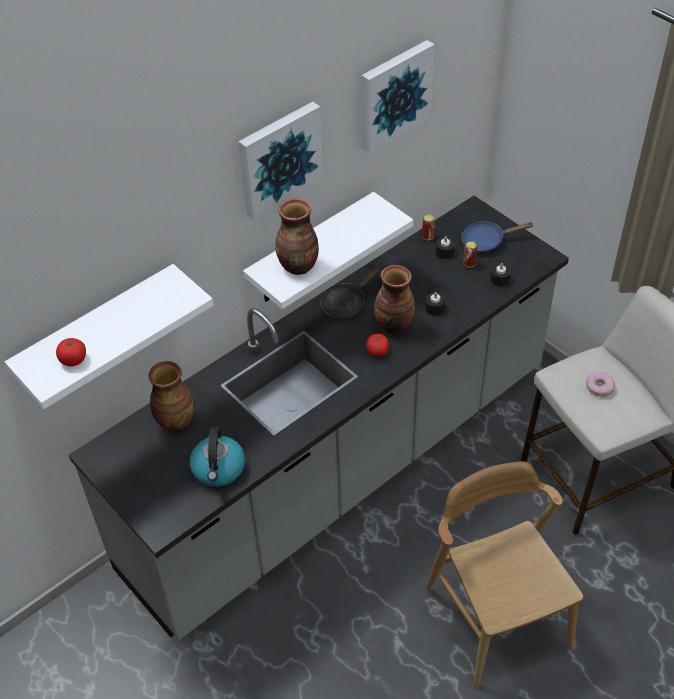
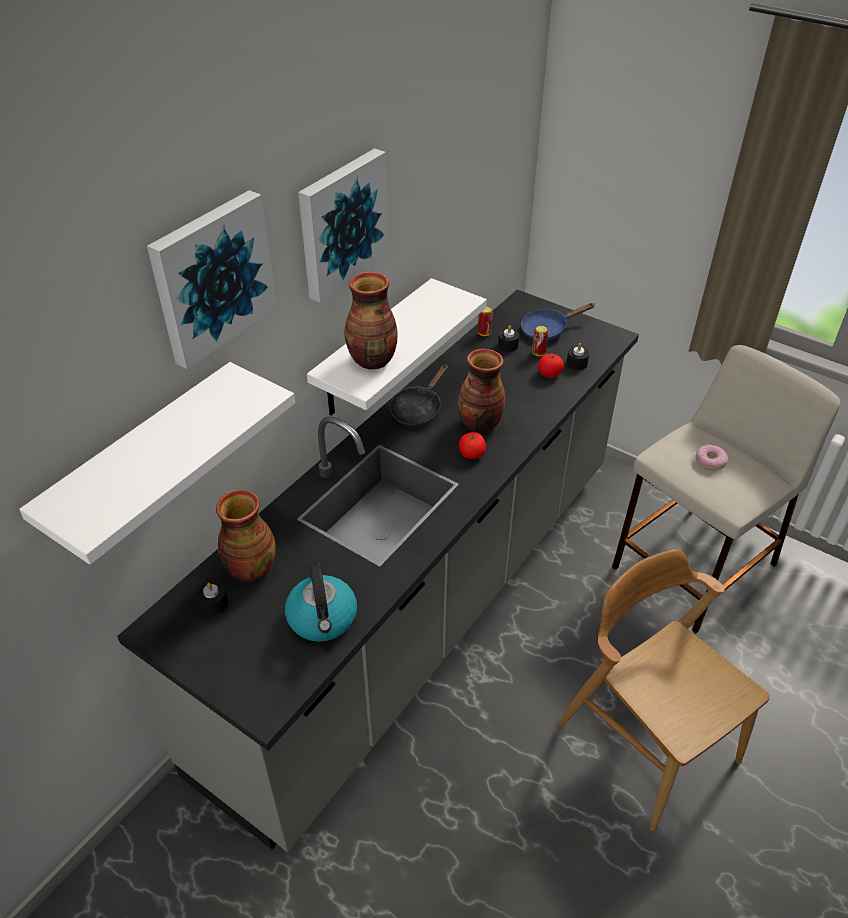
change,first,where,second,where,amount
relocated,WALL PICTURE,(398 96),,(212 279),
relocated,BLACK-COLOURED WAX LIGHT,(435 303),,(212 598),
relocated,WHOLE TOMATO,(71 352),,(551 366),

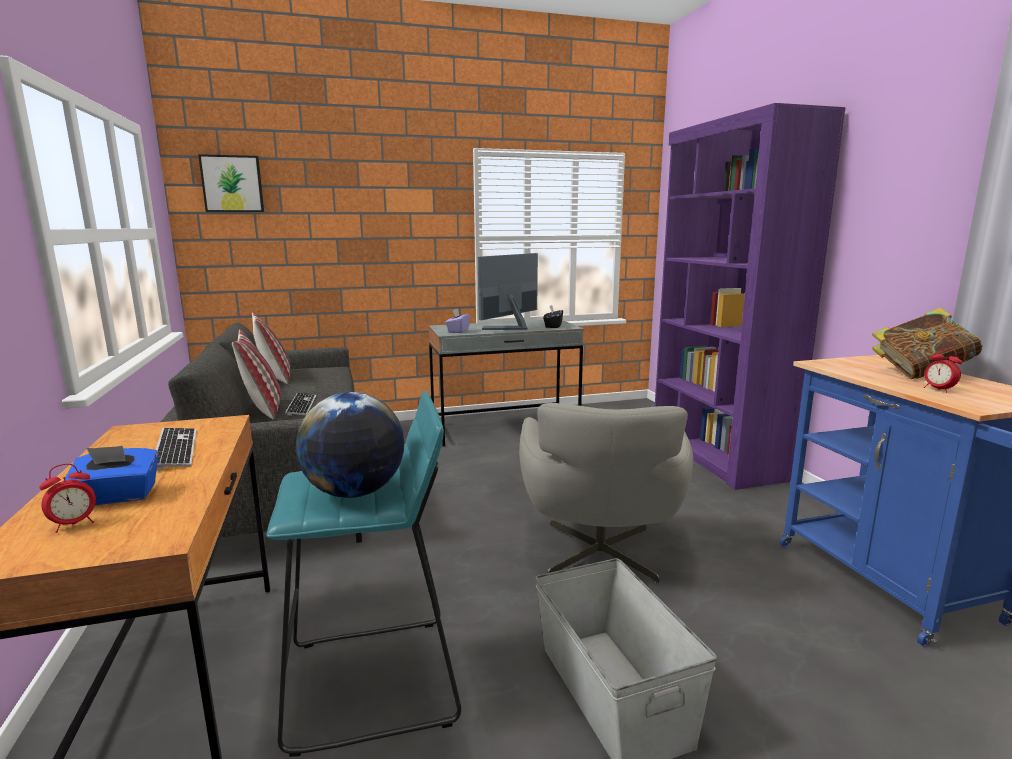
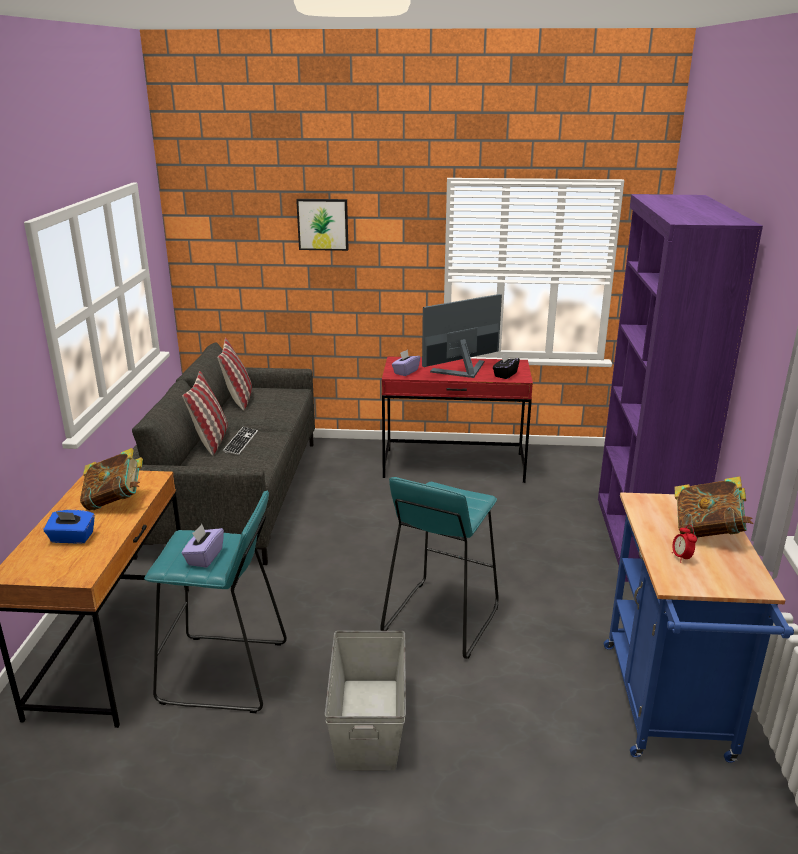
change,first,where,second,where,amount
relocated,WALL PICTURE,(231 183),,(322 225),
colour,GREY DESK,(506 383),REDDISH DESK,(457 419),
exchanged,WORLD GLOBE,(350 445),PURPLE BOX OF TISSUES,(203 546),
exchanged,GREY EASY CHAIR,(606 493),BLUE-GREEN STOOL SEAT,(439 568),
exchanged,COMPUTER KEYBOARD,(176 449),BOUND BOOK,(111 479),
missing,BEDSIDE CLOCK,(68 498),,,

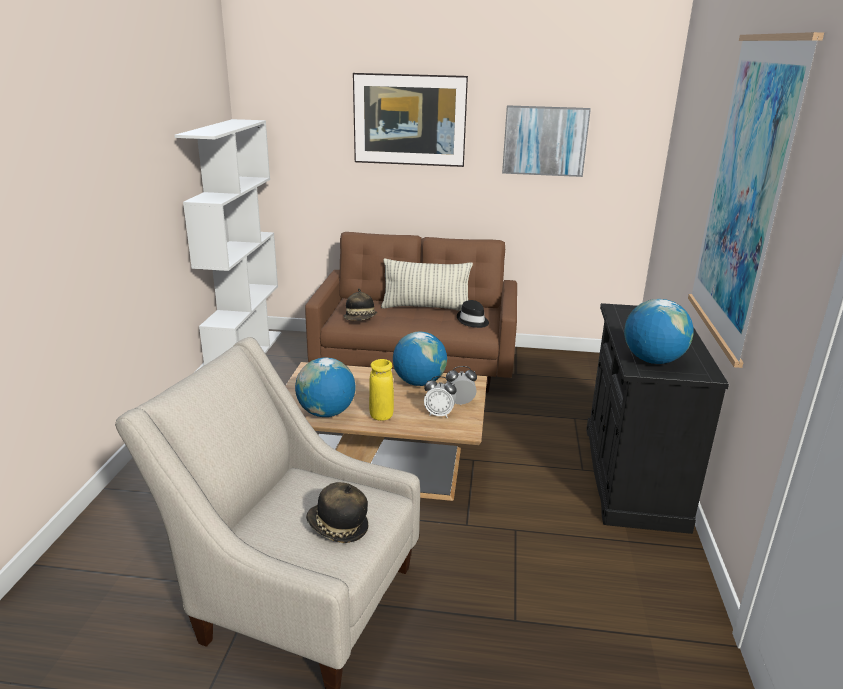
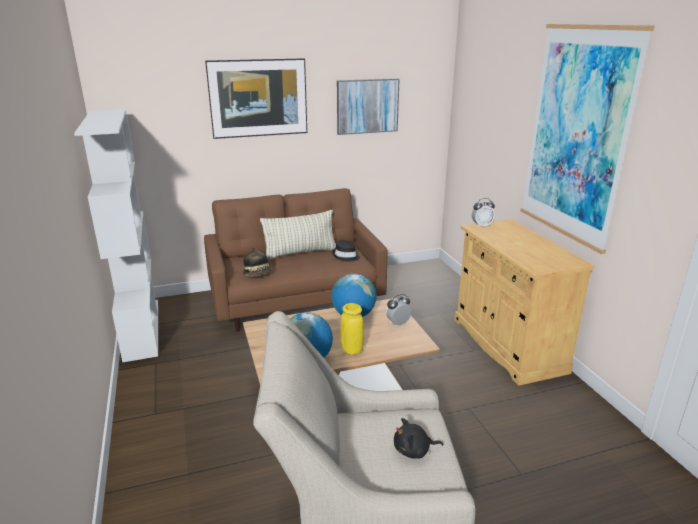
change,first,where,second,where,amount
missing,WORLD GLOBE,(659 331),,,
colour,BLACK-COLOURED STORAGE CABINET,(657 418),SAND-COLOURED STORAGE CABINET,(524 302),
relocated,BEDSIDE CLOCK,(440 397),,(483 212),
exchanged,WEARABLE HAT,(337 512),BLACK-COLOURED PLUSH TOY,(418 438),

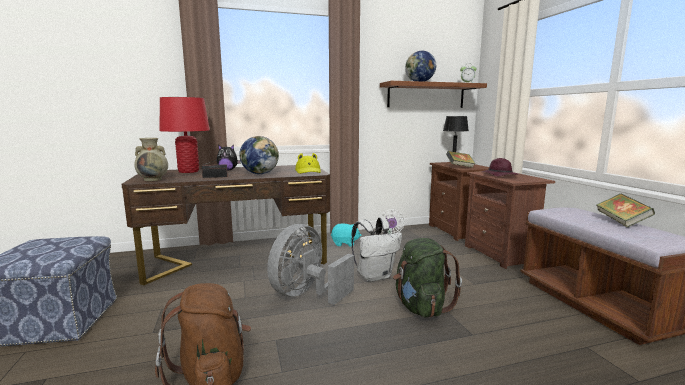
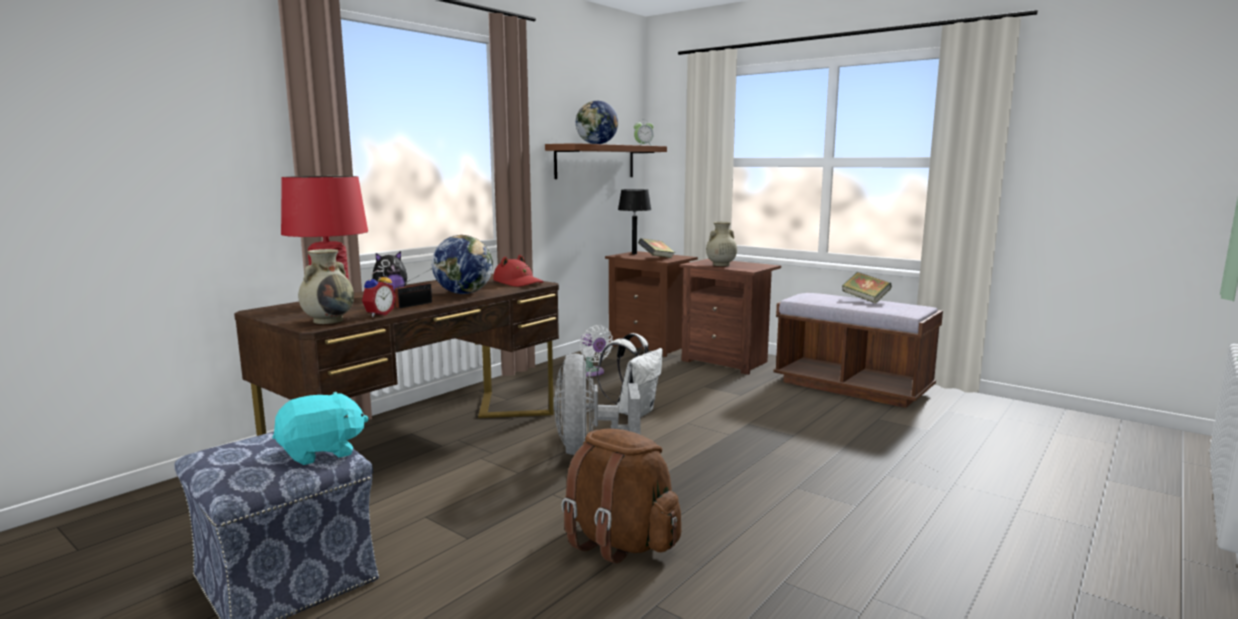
change,first,where,second,where,amount
colour,YELLOWISH WEARABLE HAT,(308 163),REDDISH WEARABLE HAT,(518 271),
exchanged,PURPLE WEARABLE HAT,(499 167),SAND-COLOURED VASE,(721 244),
relocated,BLUE-GREEN PLUSH TOY,(346 235),,(321 428),
missing,GREENISH KNAPSACK,(427 277),,,
appeared,,,BEDSIDE CLOCK,(379 293),

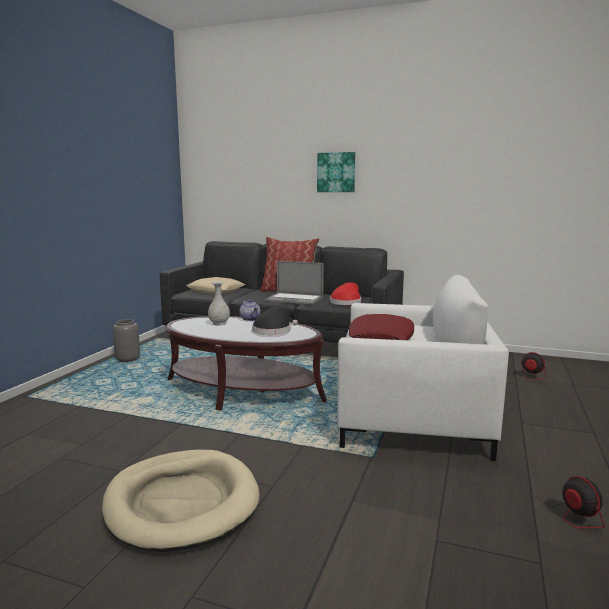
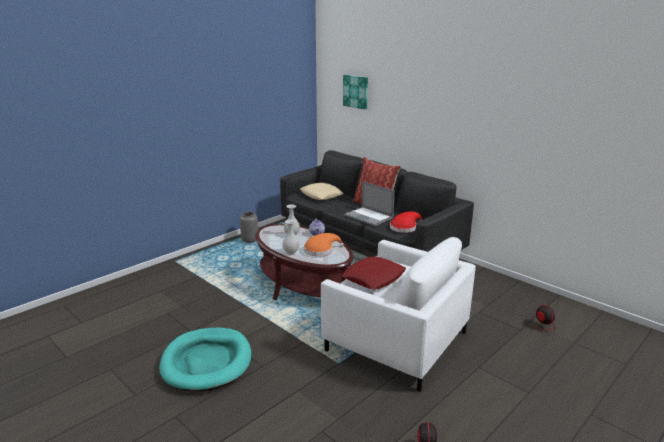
change,first,where,second,where,amount
relocated,WALL PICTURE,(336 172),,(355 92),
colour,BLACK-COLOURED WEARABLE HAT,(275 320),ORANGE-COLOURED WEARABLE HAT,(324 244),
colour,SAND-COLOURED DOG CUSHION,(181 501),BLUE-GREEN DOG CUSHION,(205 360),
appeared,,,WHITISH VASE,(291 237),

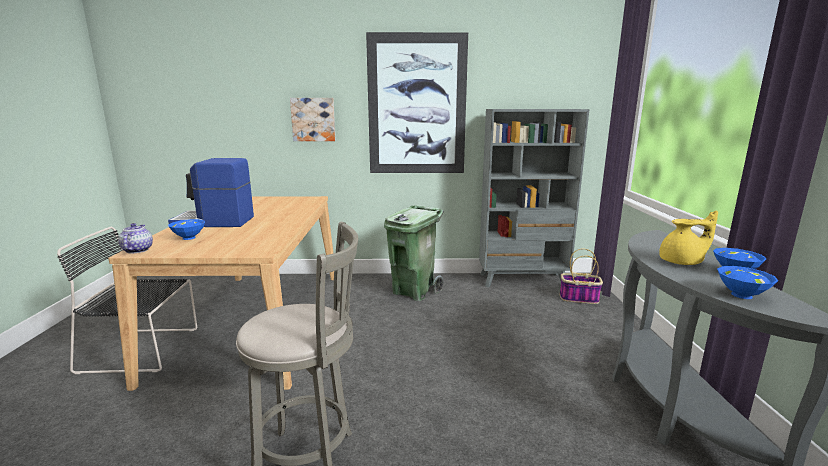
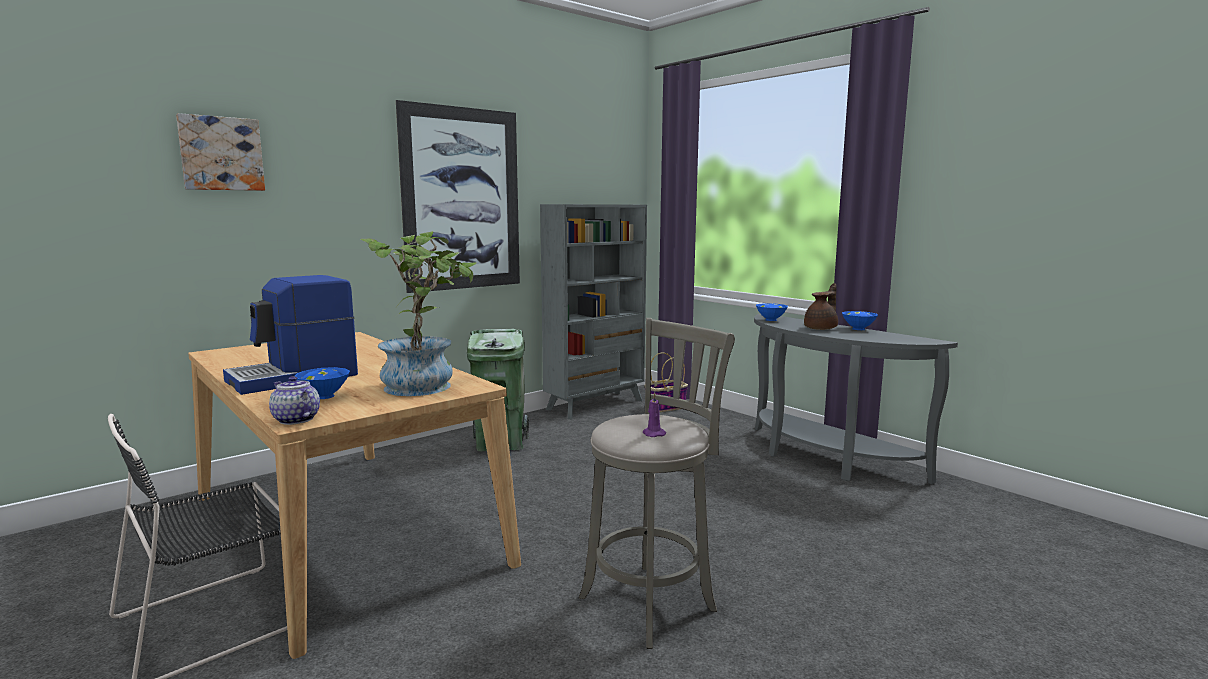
change,first,where,second,where,amount
relocated,WALL PICTURE,(313 119),,(220 152),
colour,YELLOWISH POT FOR TEA,(688 238),BROWN-COLOURED POT FOR TEA,(821 306),
relocated,BLUE DEEP DISH,(747 282),,(772 312),
appeared,,,POTTED PLANT,(418 313),
appeared,,,PURPLE WAX LIGHT,(654 414),

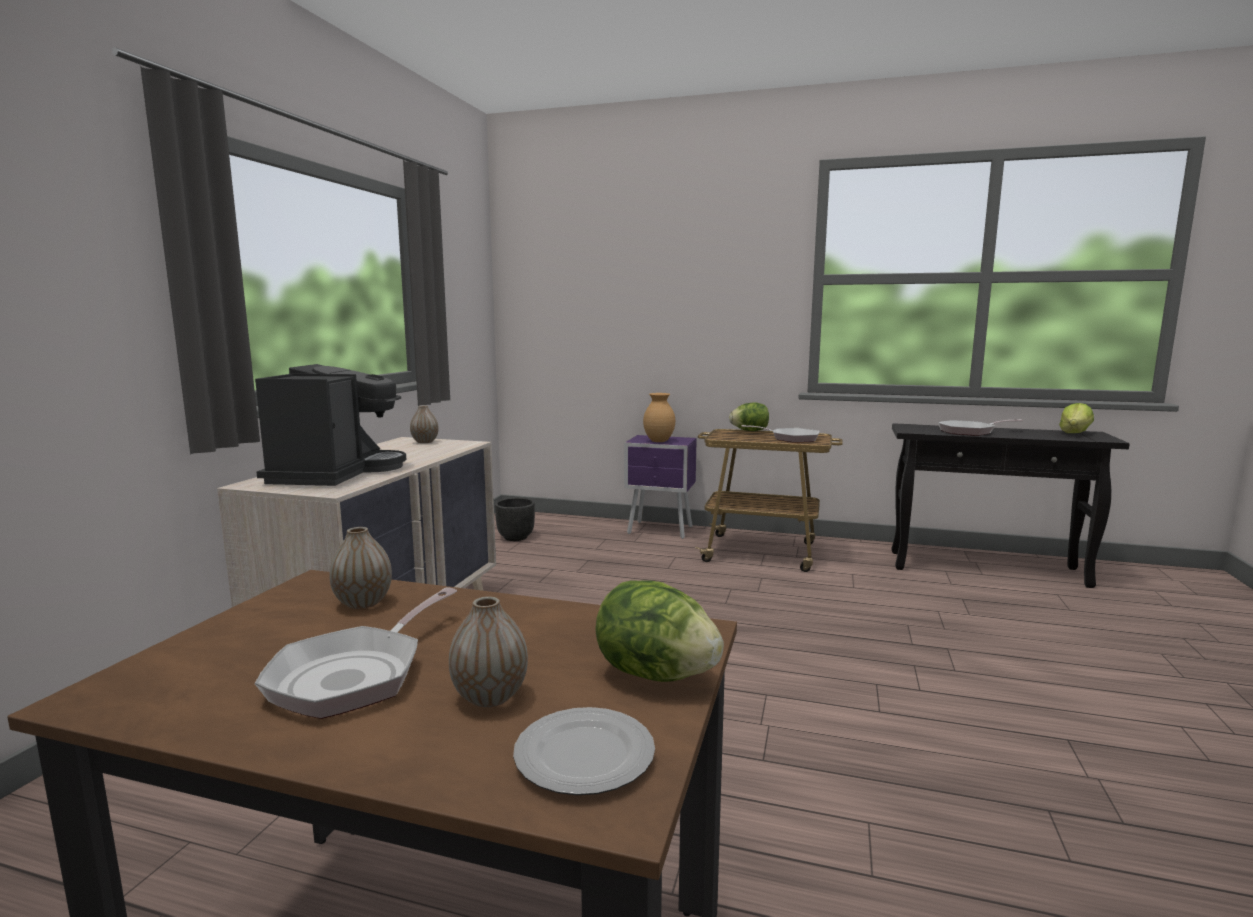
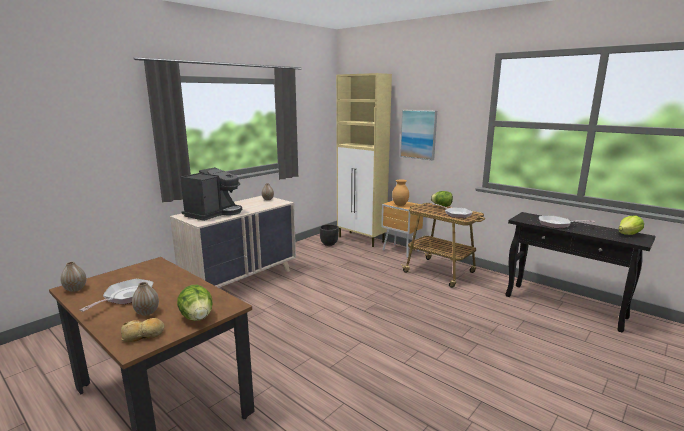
change,first,where,second,where,amount
colour,PURPLE BEDSIDE TABLE,(660 487),BROWN-COLOURED BEDSIDE TABLE,(402 229),
relocated,VASE,(360 568),,(73 277),
spun,SKILLET,(356 653),,(116 295),150 degrees clockwise
exchanged,DINNER PLATE,(584 751),BREAD,(142 330),
appeared,,,SAND-COLOURED STORAGE CABINET,(364 160),
appeared,,,WALL PICTURE,(418 135),

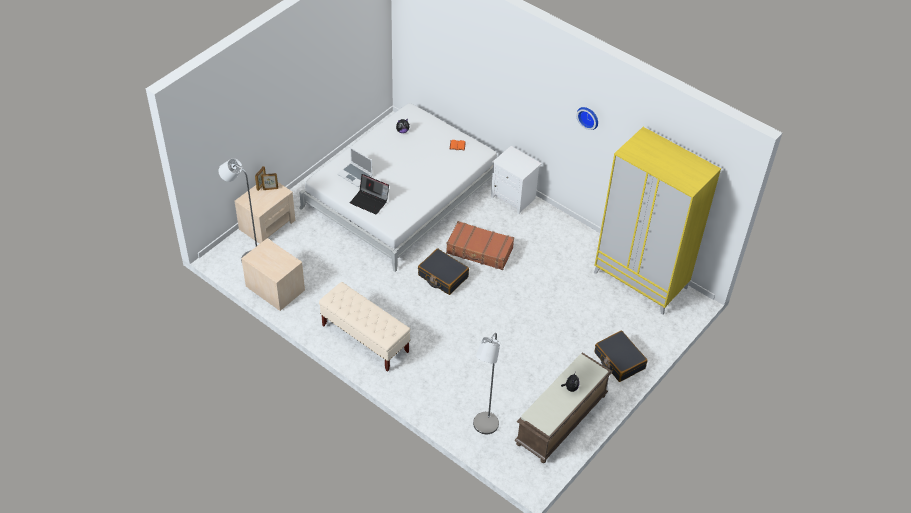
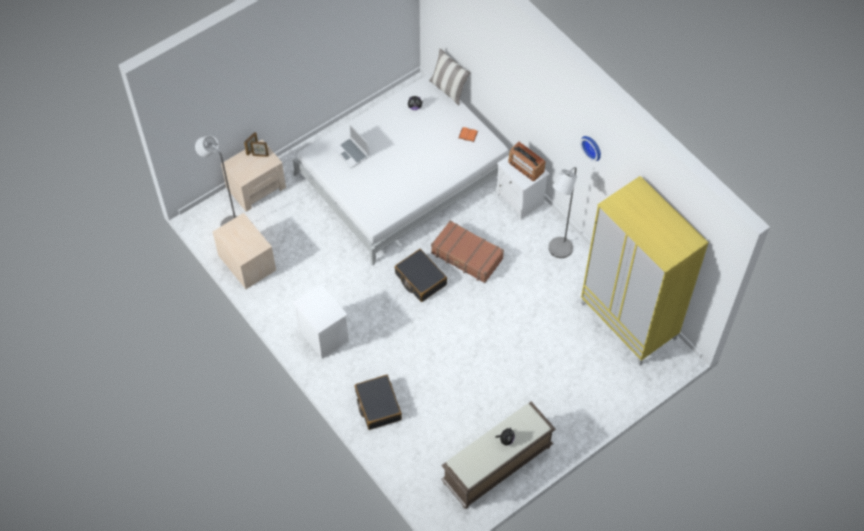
change,first,where,second,where,amount
missing,PORTABLE COMPUTER,(369 194),,,
exchanged,SAND-COLOURED BENCH,(364 327),WHITISH BEDSIDE TABLE,(321 321),
relocated,BLACK-COLOURED SUITCASE,(621 356),,(378 402),
relocated,GREY STANDING LAMP,(486 383),,(563 212),
appeared,,,THROW PILLOW,(450 77),
appeared,,,RADIO SET,(527 161),

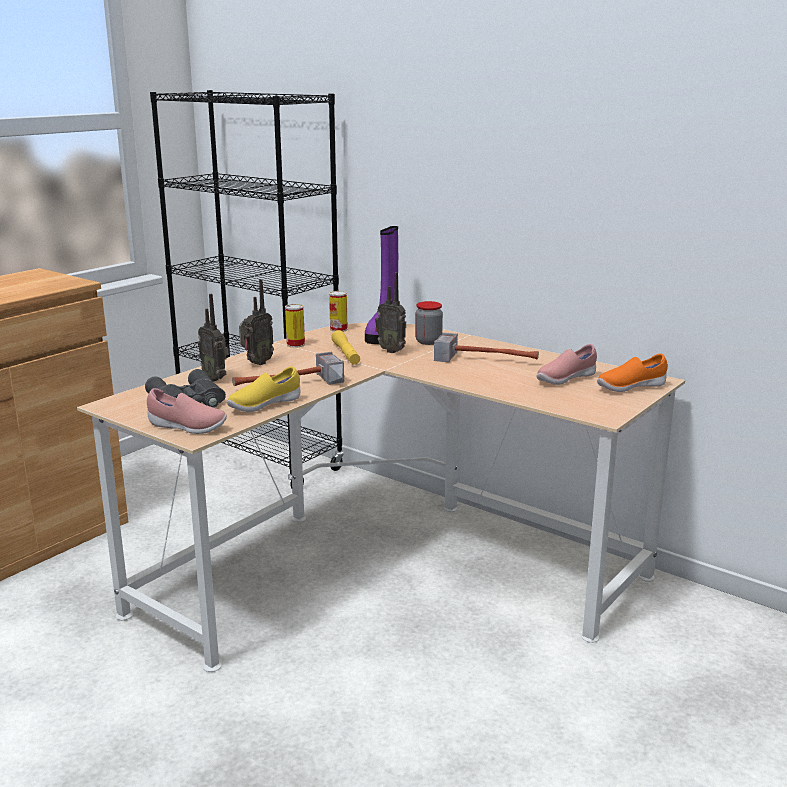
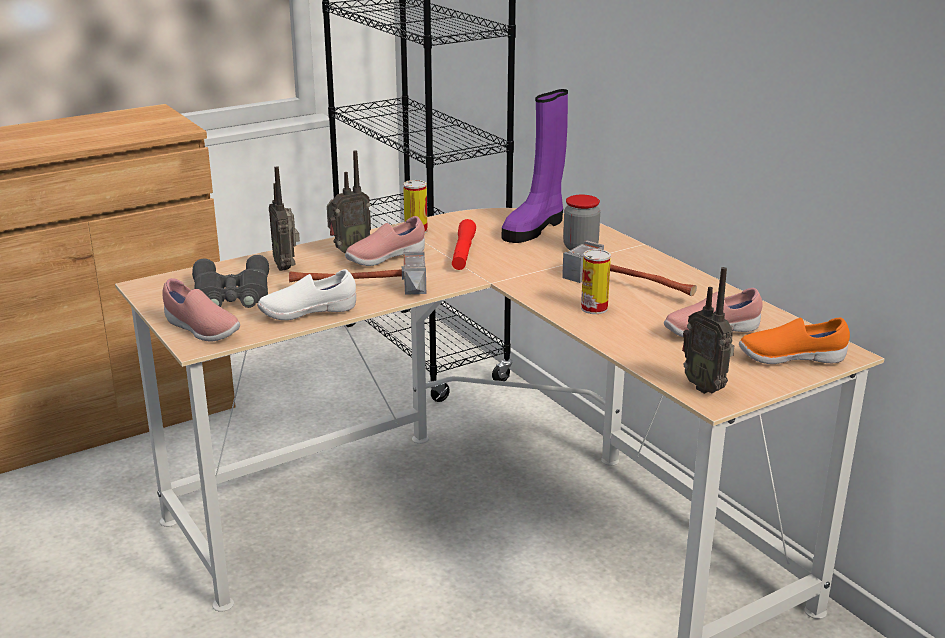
change,first,where,second,where,amount
relocated,RADIO SET,(390 312),,(708 330),
relocated,METAL CAN,(338 311),,(596 281),
colour,YELLOWISH TORCH,(345 347),REDDISH TORCH,(464 244),
colour,YELLOWISH SHOE,(263 389),WHITISH SHOE,(306 294),
appeared,,,PINKISH SHOE,(385 241),

